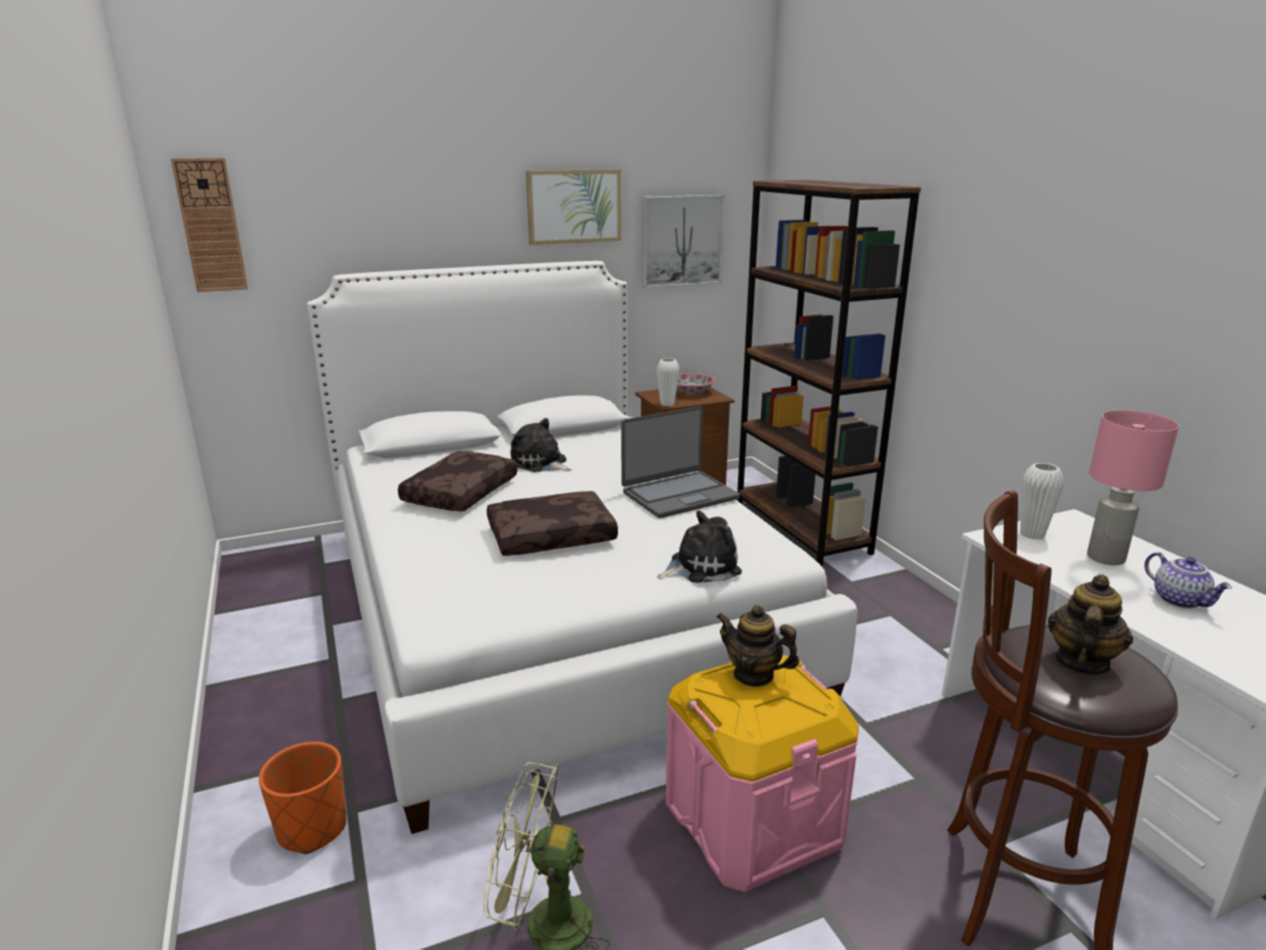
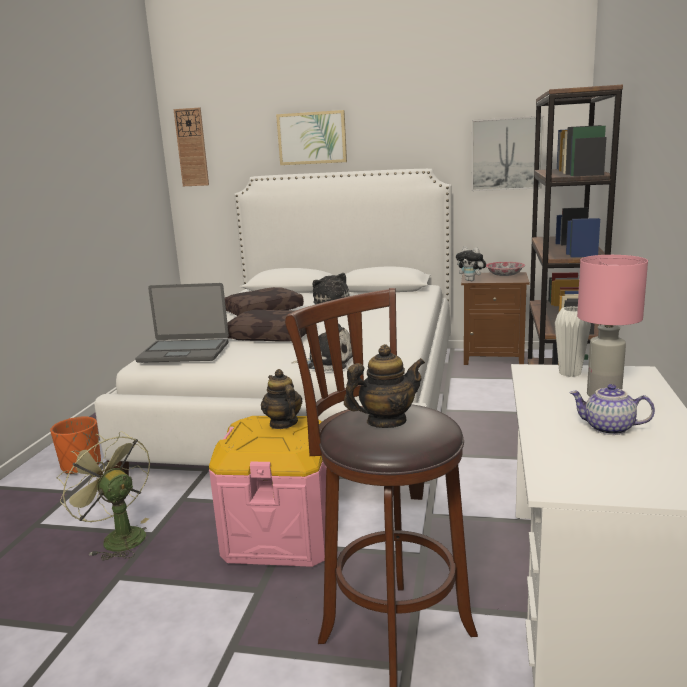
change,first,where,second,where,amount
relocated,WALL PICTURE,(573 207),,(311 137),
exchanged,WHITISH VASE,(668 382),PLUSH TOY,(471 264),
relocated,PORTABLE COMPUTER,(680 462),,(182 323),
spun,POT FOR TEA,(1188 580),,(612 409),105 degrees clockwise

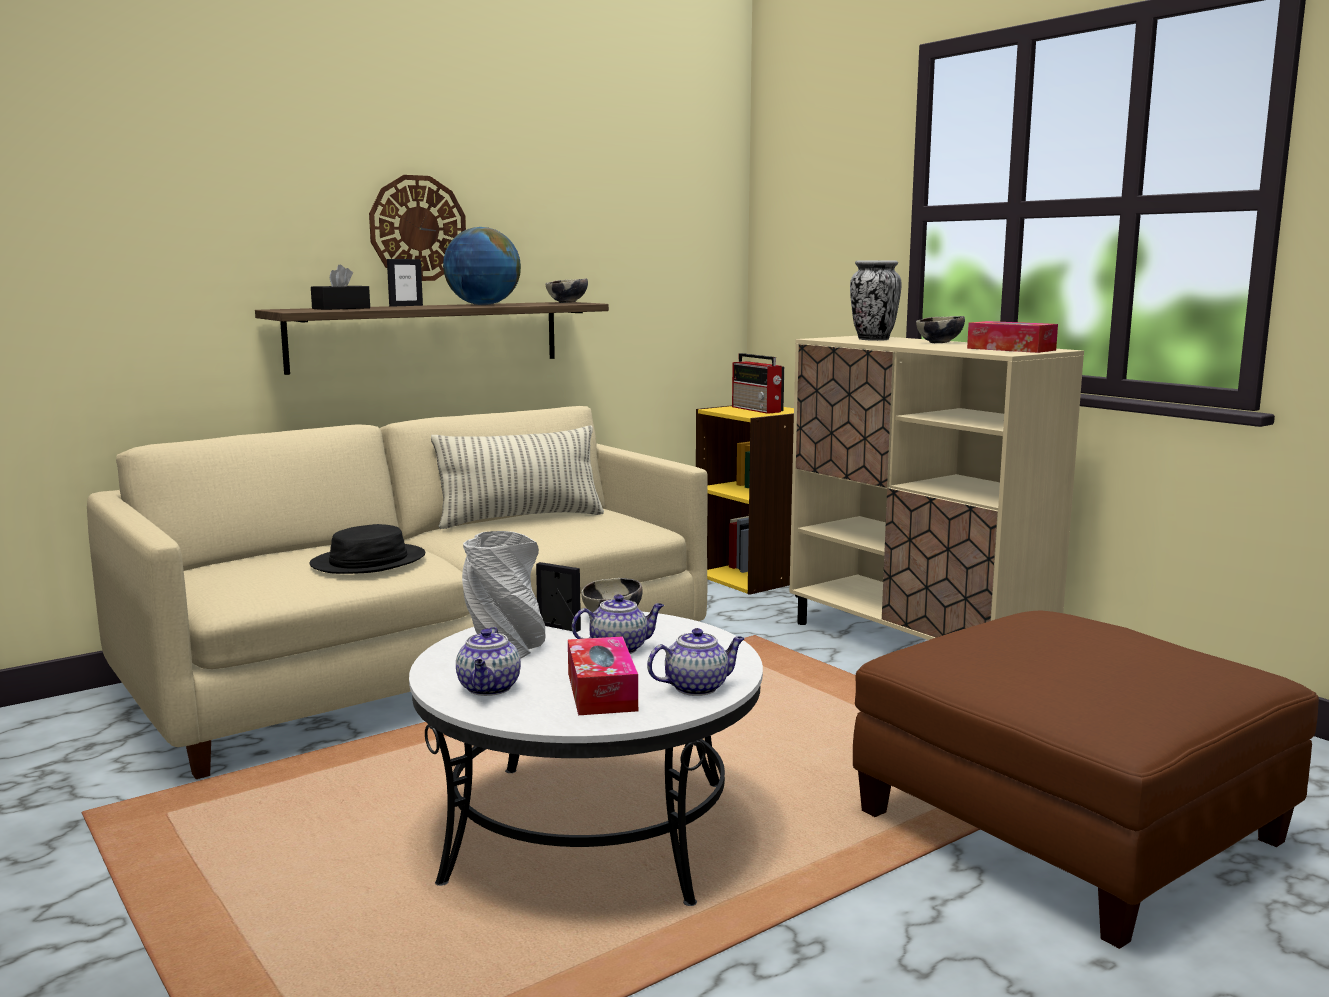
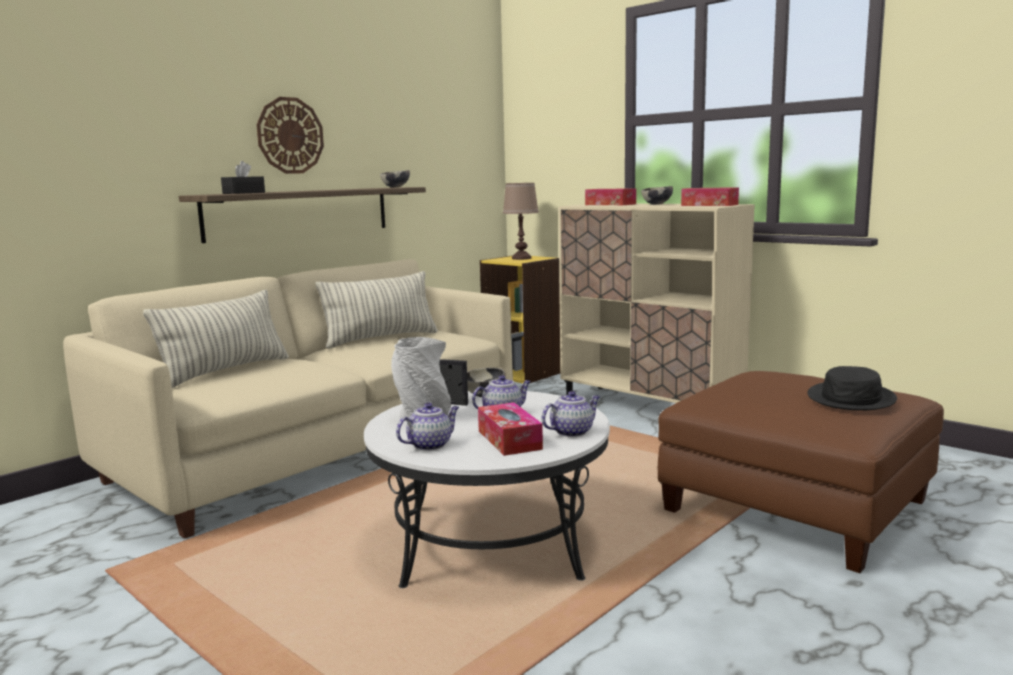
change,first,where,second,where,amount
missing,WORLD GLOBE,(482 266),,,
missing,STANDING FRAME,(405 283),,,
exchanged,VASE,(876 301),BOX OF TISSUES,(610 196),
exchanged,RADIO SET,(758 383),BROWN-COLOURED TABLETOP LAMP,(521 221),
relocated,BLACK-COLOURED WEARABLE HAT,(367 549),,(852 388),
spun,POT FOR TEA,(488 661),,(427 427),120 degrees counterclockwise
appeared,,,THROW PILLOW,(216 339),

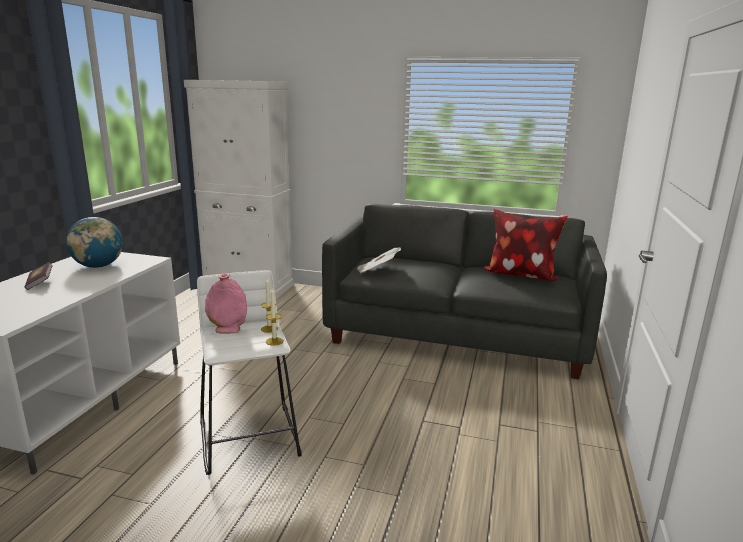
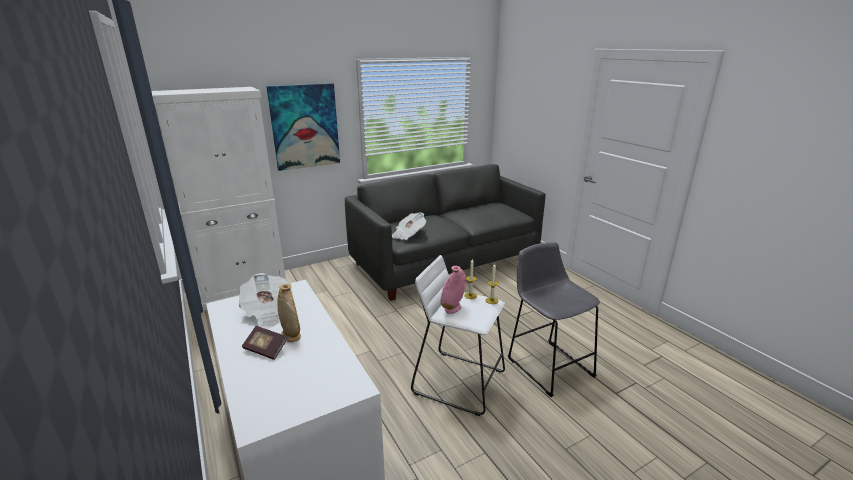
change,first,where,second,where,amount
missing,THROW PILLOW,(525 245),,,
exchanged,WORLD GLOBE,(94 242),PRINTED PAPER,(267 301),
appeared,,,WALL PICTURE,(303 127),
appeared,,,GREY STOOL SEAT,(554 319),
appeared,,,SAND-COLOURED VASE,(289 313),

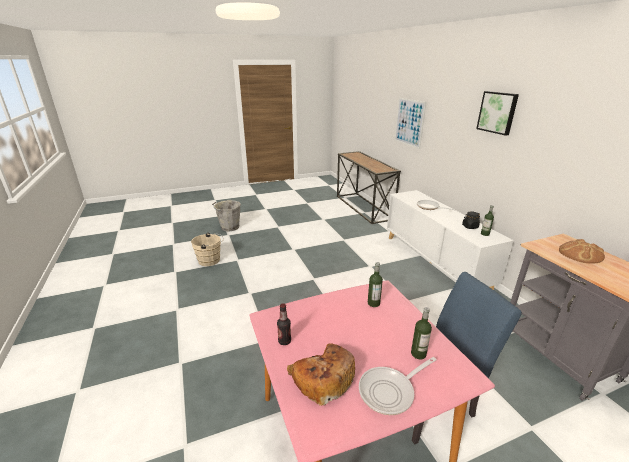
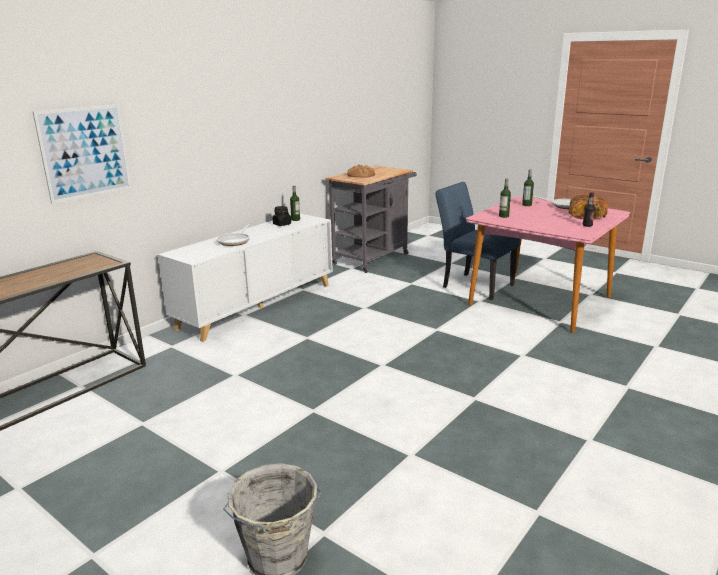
change,first,where,second,where,amount
missing,WALL PICTURE,(497 113),,,
missing,SAND-COLOURED PAIL,(207 249),,,

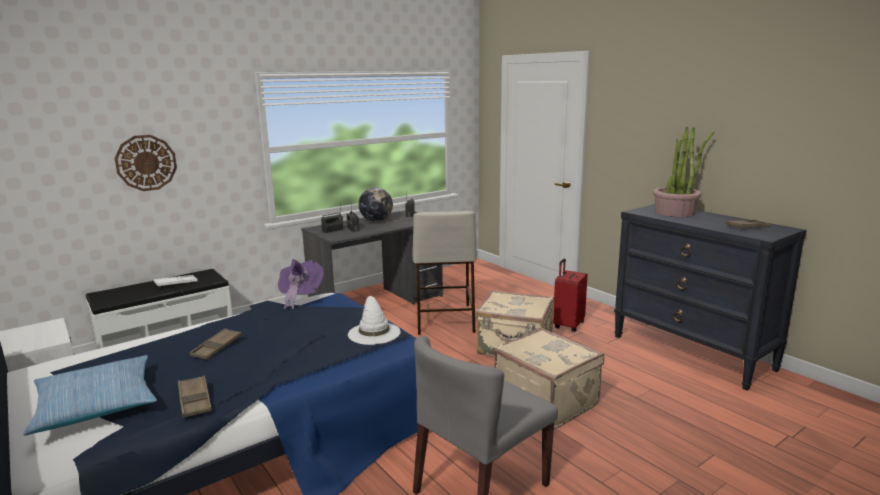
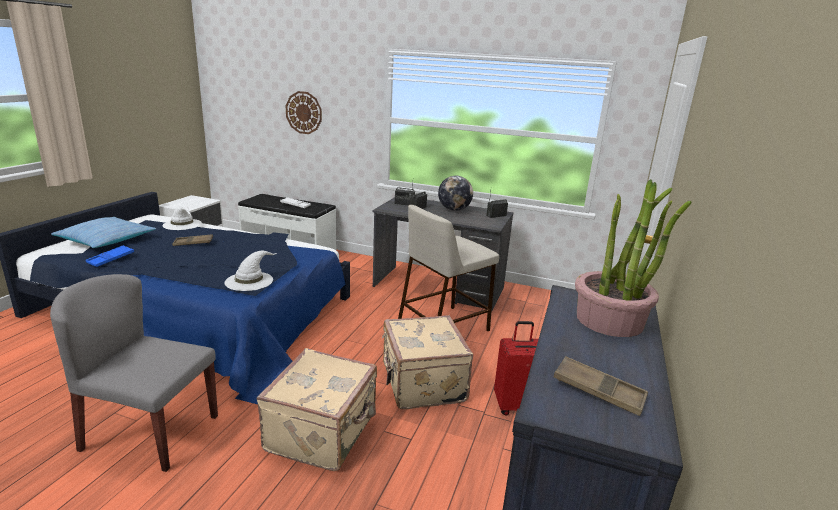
change,first,where,second,where,amount
missing,PURPLE WEARABLE HAT,(301 284),,,
colour,BROWN-COLOURED CARRYING TRAY,(195 397),BLUE CARRYING TRAY,(109 256),
appeared,,,WHITISH WEARABLE HAT,(182 217),

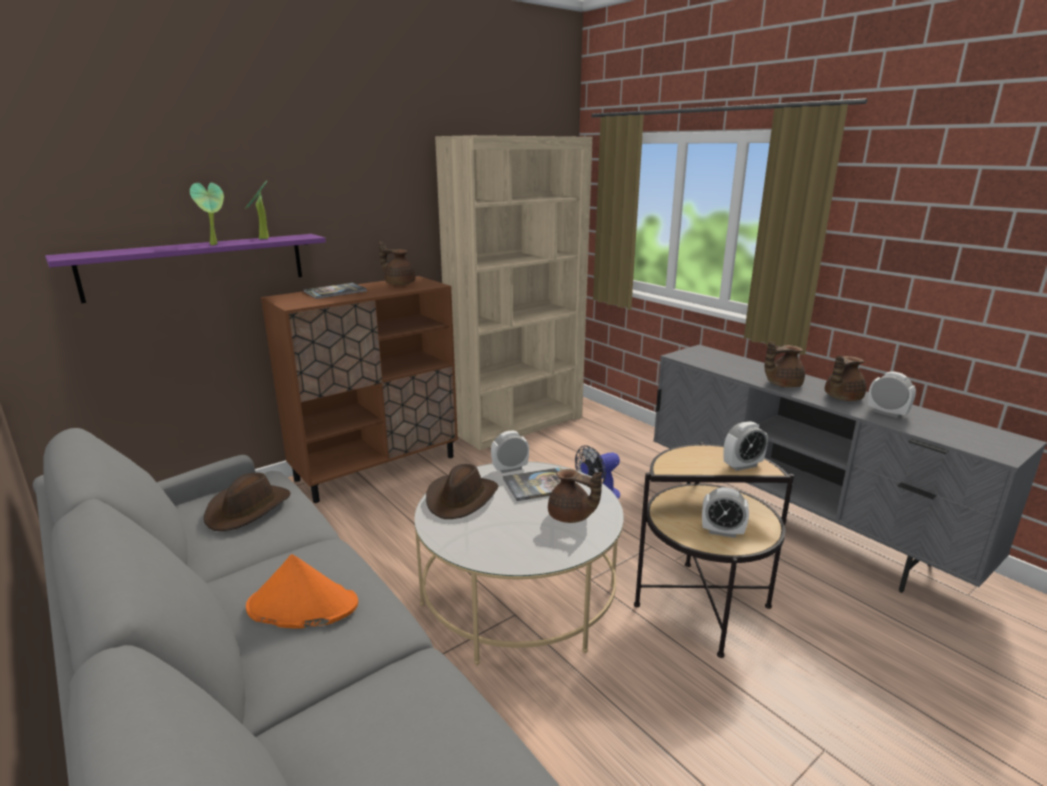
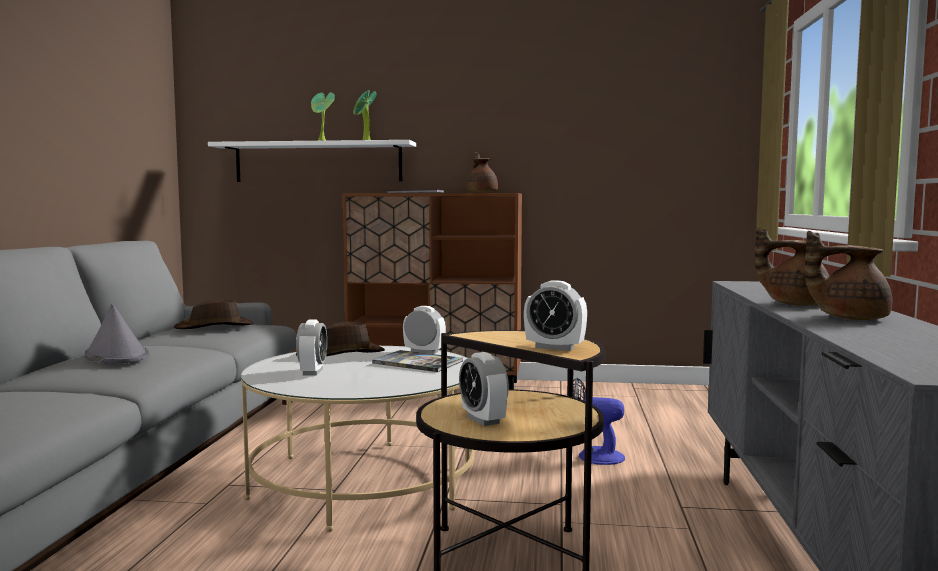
change,first,where,second,where,amount
missing,SAND-COLOURED BOOKSHELF,(513 292),,,
colour,PURPLE SHELF,(185 268),WHITISH SHELF,(312 161),
relocated,BEDSIDE CLOCK,(892 394),,(311 348),
missing,BROWN-COLOURED POT FOR TEA,(575 496),,,
colour,ORANGE-COLOURED WEARABLE HAT,(302 591),GREY WEARABLE HAT,(116 333),

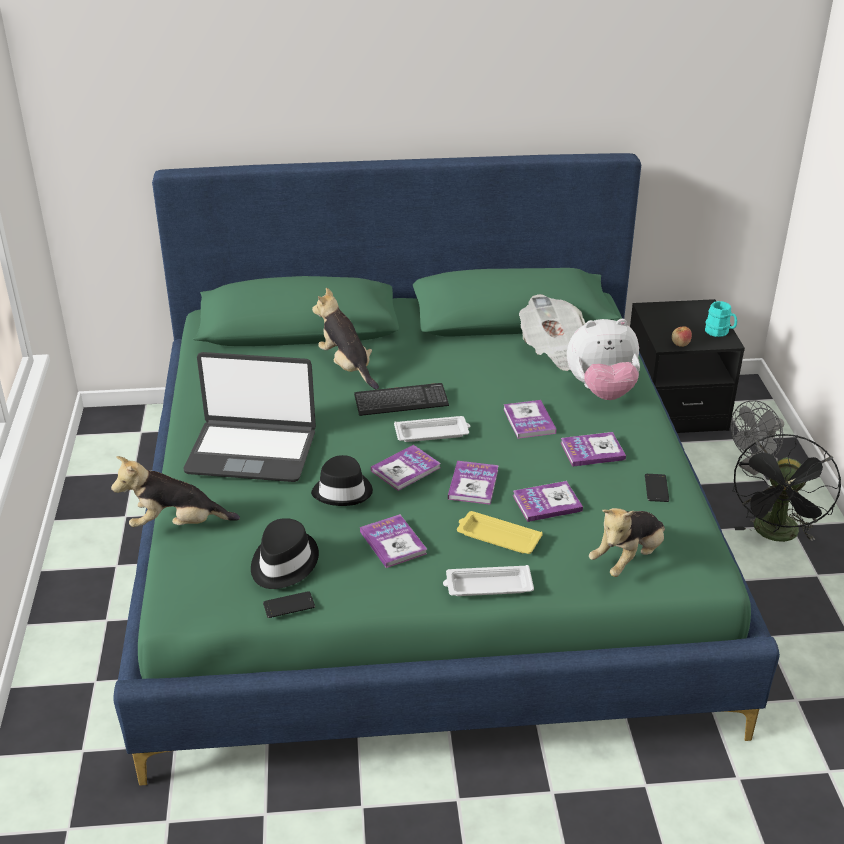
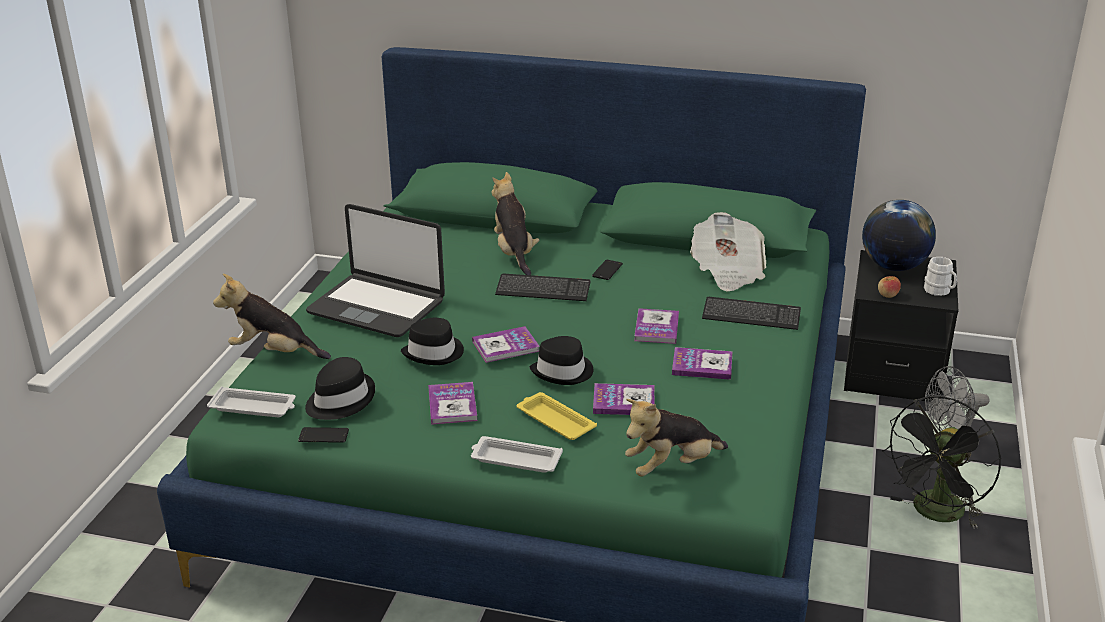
change,first,where,second,where,amount
colour,BLUE-GREEN MUG,(721 319),WHITISH MUG,(940 276),
exchanged,PLUSH TOY,(603 359),COMPUTER KEYBOARD,(751 313),
relocated,WHITISH CARRYING TRAY,(432 429),,(251 401),
exchanged,BOUND BOOK,(473 483),BLACK-COLOURED WEARABLE HAT,(561 360),
relocated,TELEPHONE,(657 488),,(607 270),
appeared,,,WORLD GLOBE,(899 235),

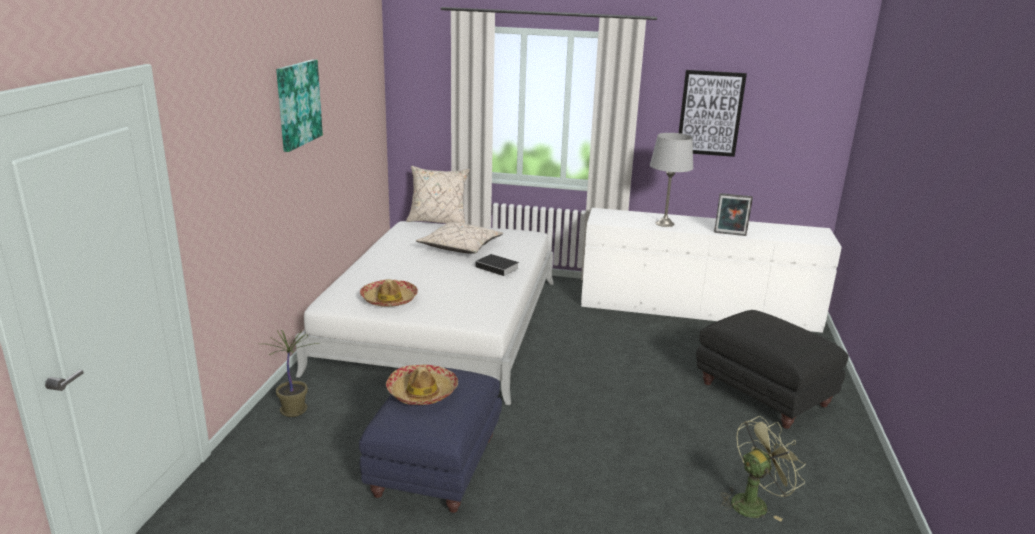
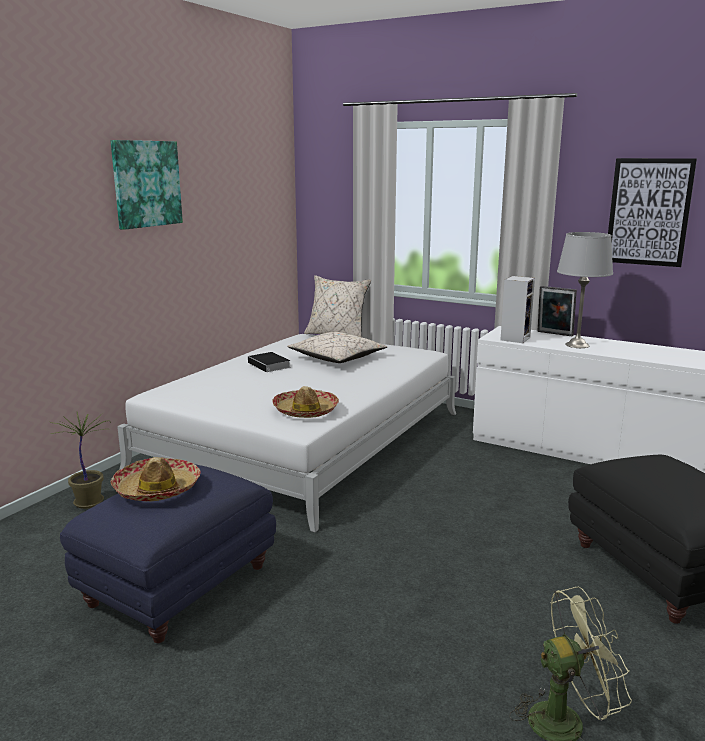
change,first,where,second,where,amount
relocated,STANDING FRAME,(733 214),,(557 311),
relocated,BOUND BOOK,(497 265),,(269 363),
relocated,WEARABLE HAT,(389 293),,(305 402),
appeared,,,LOUDSPEAKER,(517 309),

